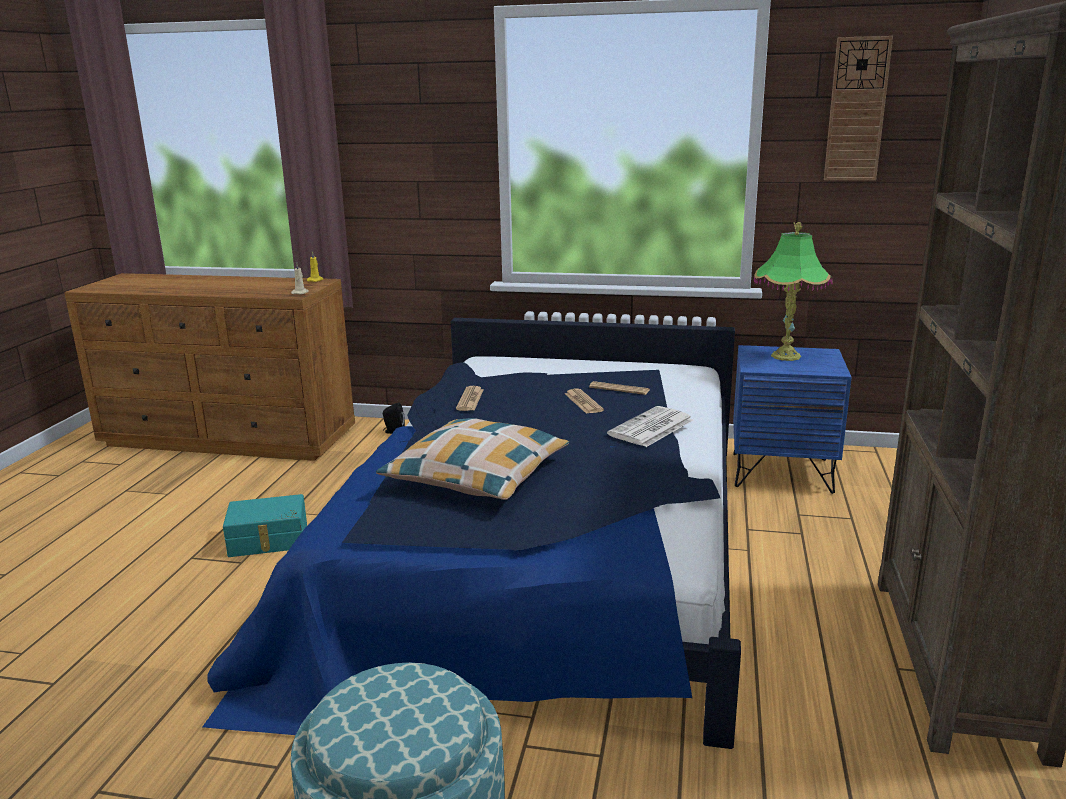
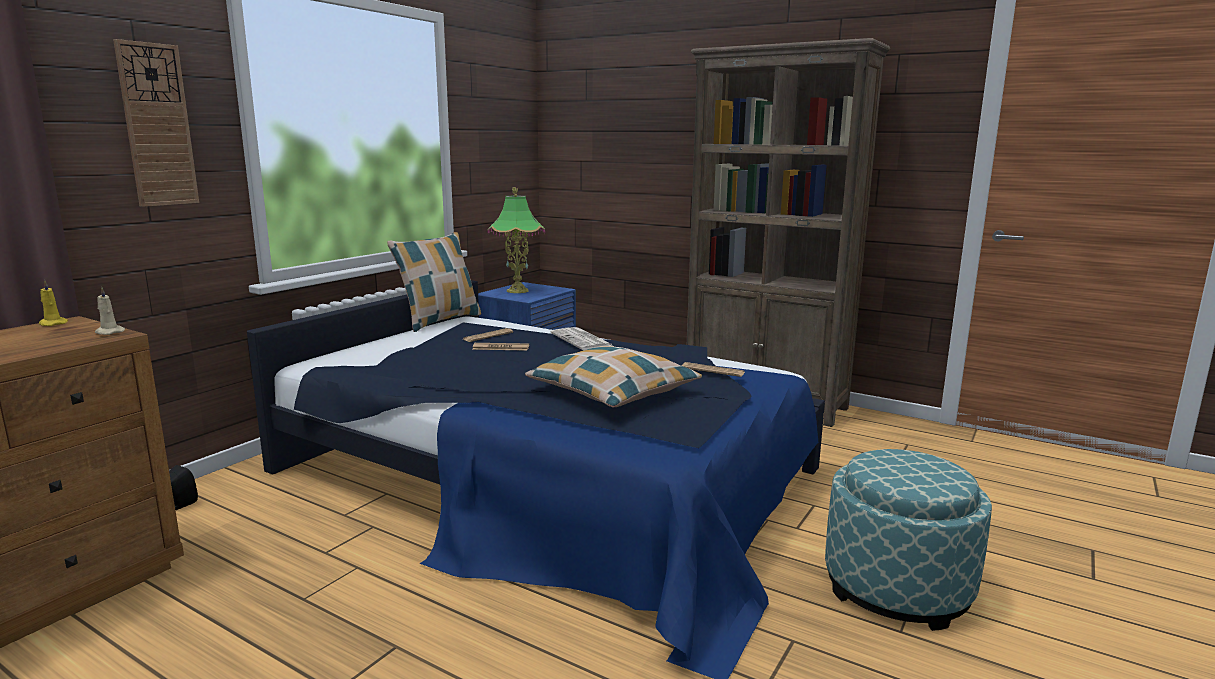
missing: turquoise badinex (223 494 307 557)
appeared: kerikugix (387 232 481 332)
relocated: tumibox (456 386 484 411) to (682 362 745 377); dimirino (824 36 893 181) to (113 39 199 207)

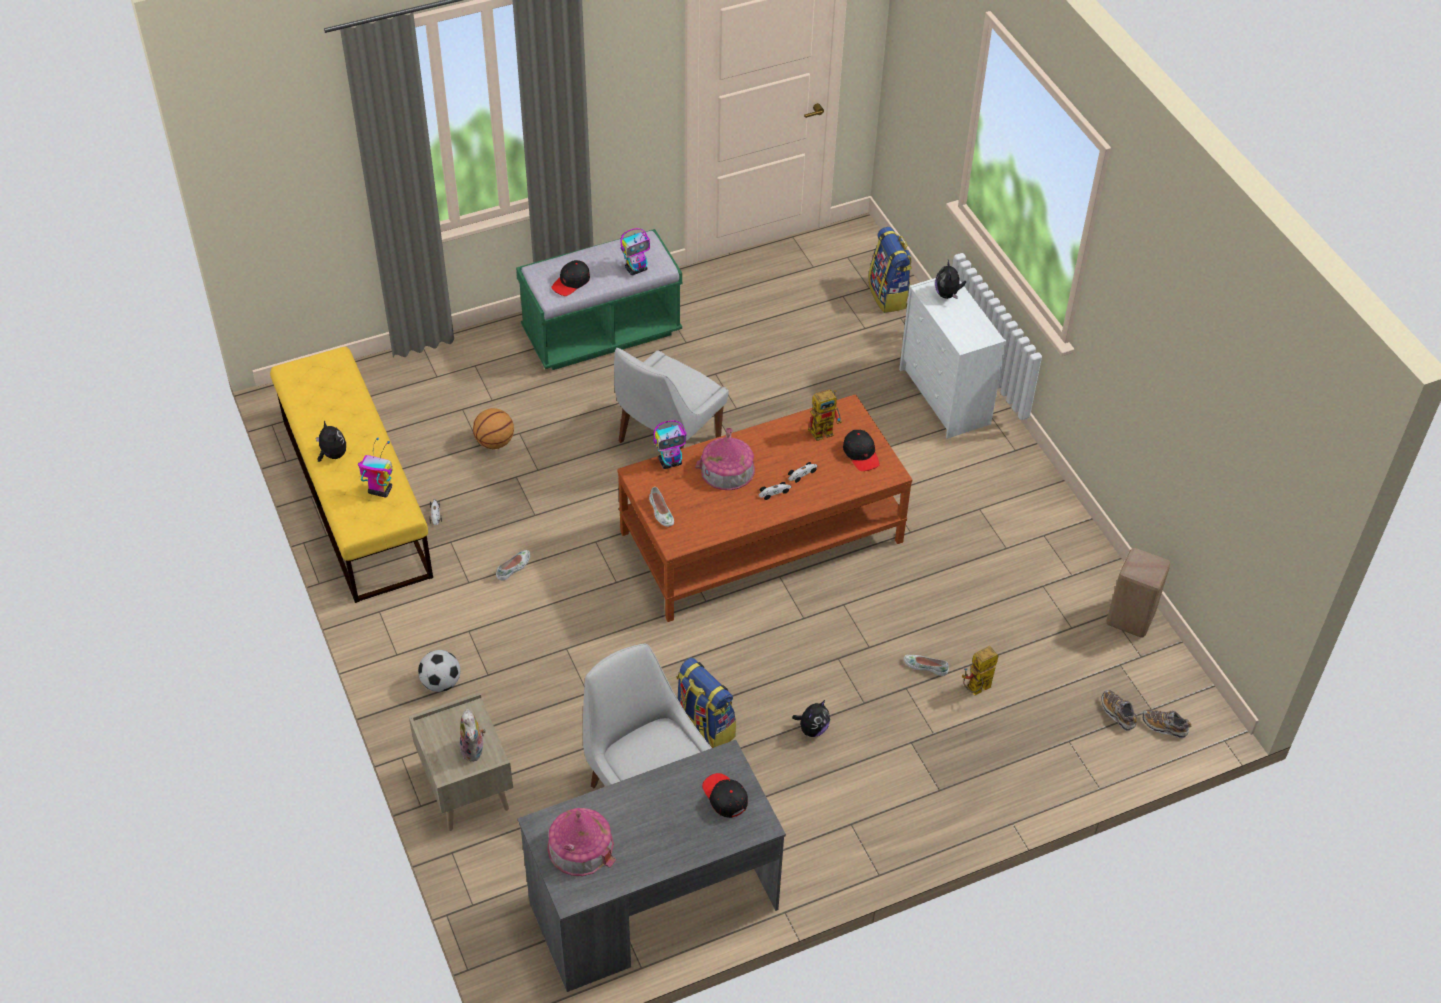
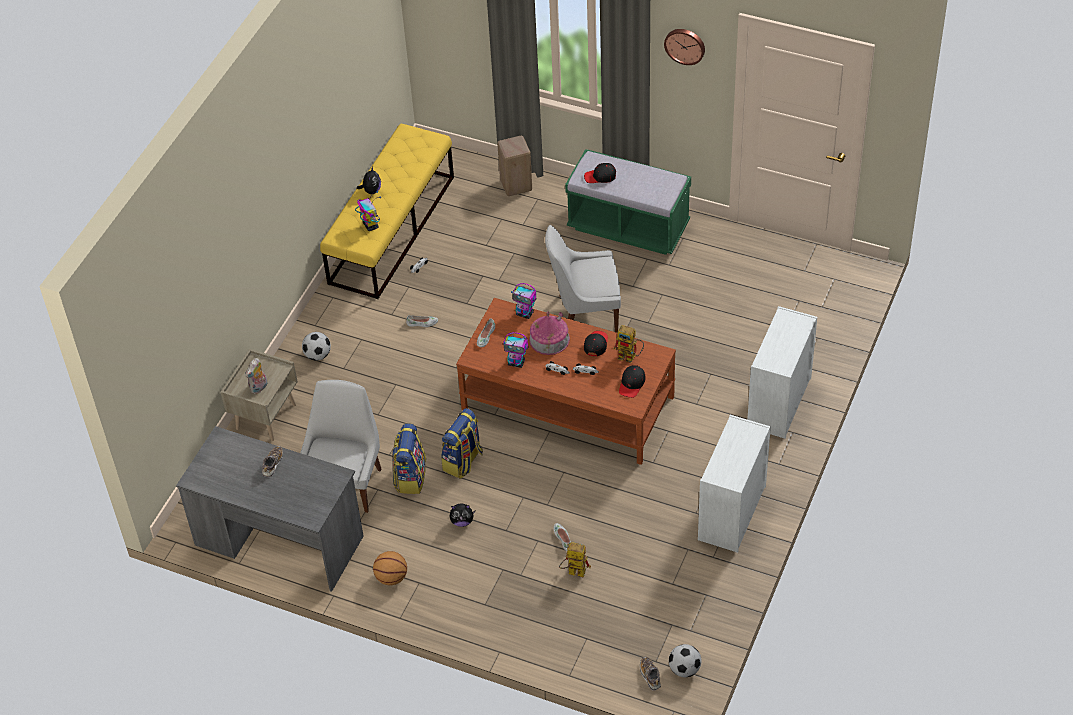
missing: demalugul (547 808 616 876); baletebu (935 260 966 299)
appeared: dimirino (664 29 705 65); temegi (669 644 701 677); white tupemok (698 415 771 553)
relocated: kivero (473 408 514 449) to (373 551 407 586); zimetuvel (620 228 650 275) to (503 332 528 368); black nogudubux (702 773 748 818) to (584 331 608 356); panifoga (868 227 912 313) to (441 408 483 479); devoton (1102 690 1137 731) to (262 446 283 477); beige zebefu (1106 548 1170 638) to (497 136 532 196)

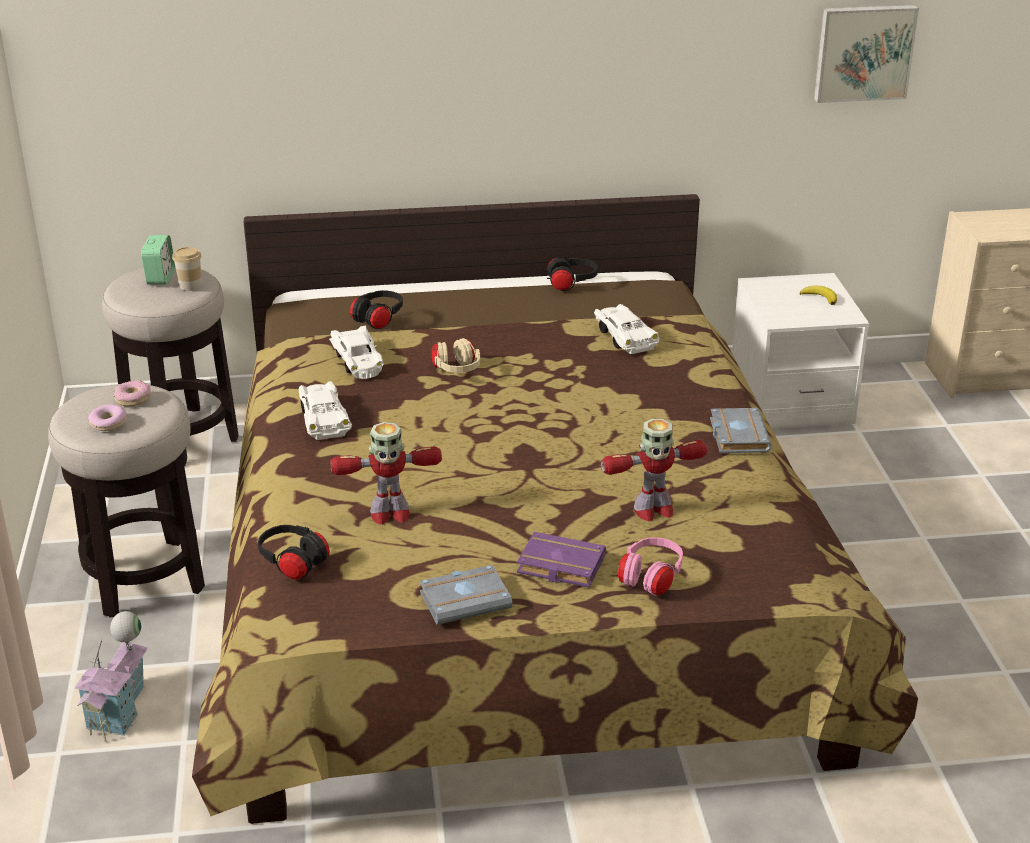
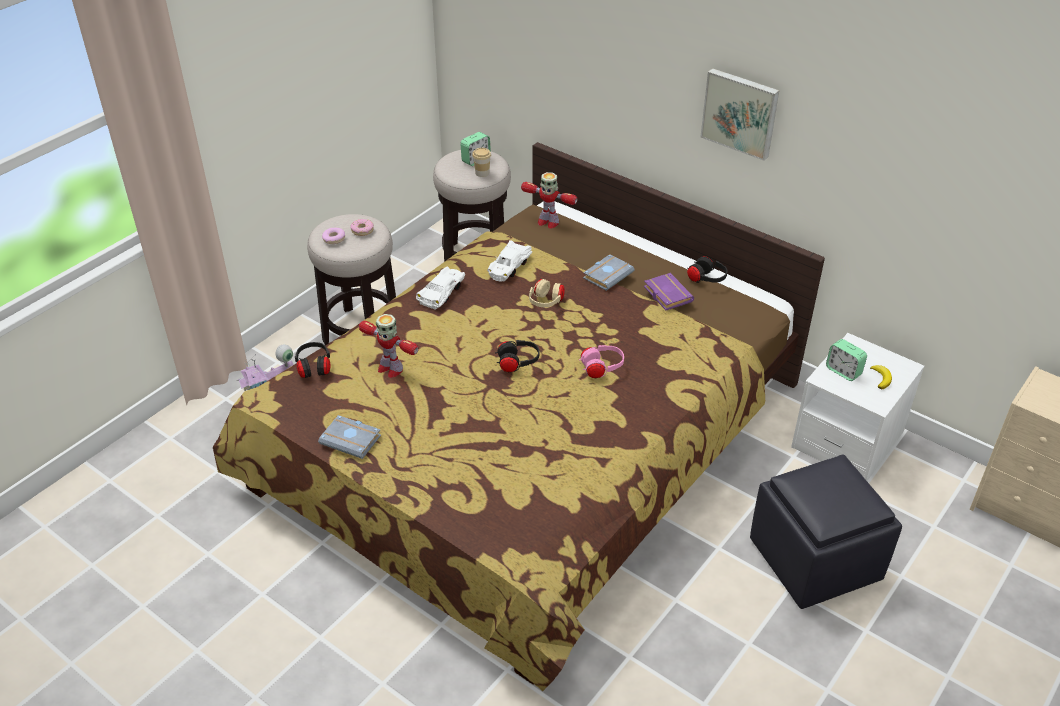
missing: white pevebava (594 304 660 354)
appeared: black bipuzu (750 454 902 609); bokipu (826 339 867 381)
relocated: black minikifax (350 290 403 329) to (495 340 540 372); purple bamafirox (517 532 606 588) to (644 273 694 310); zimetuvel (601 419 707 521) to (521 172 578 229); pink minikifax (618 537 683 595) to (579 345 624 378); grey bamafirox (710 408 772 453) to (583 254 634 291); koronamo (814 5 919 103) to (701 68 779 161)

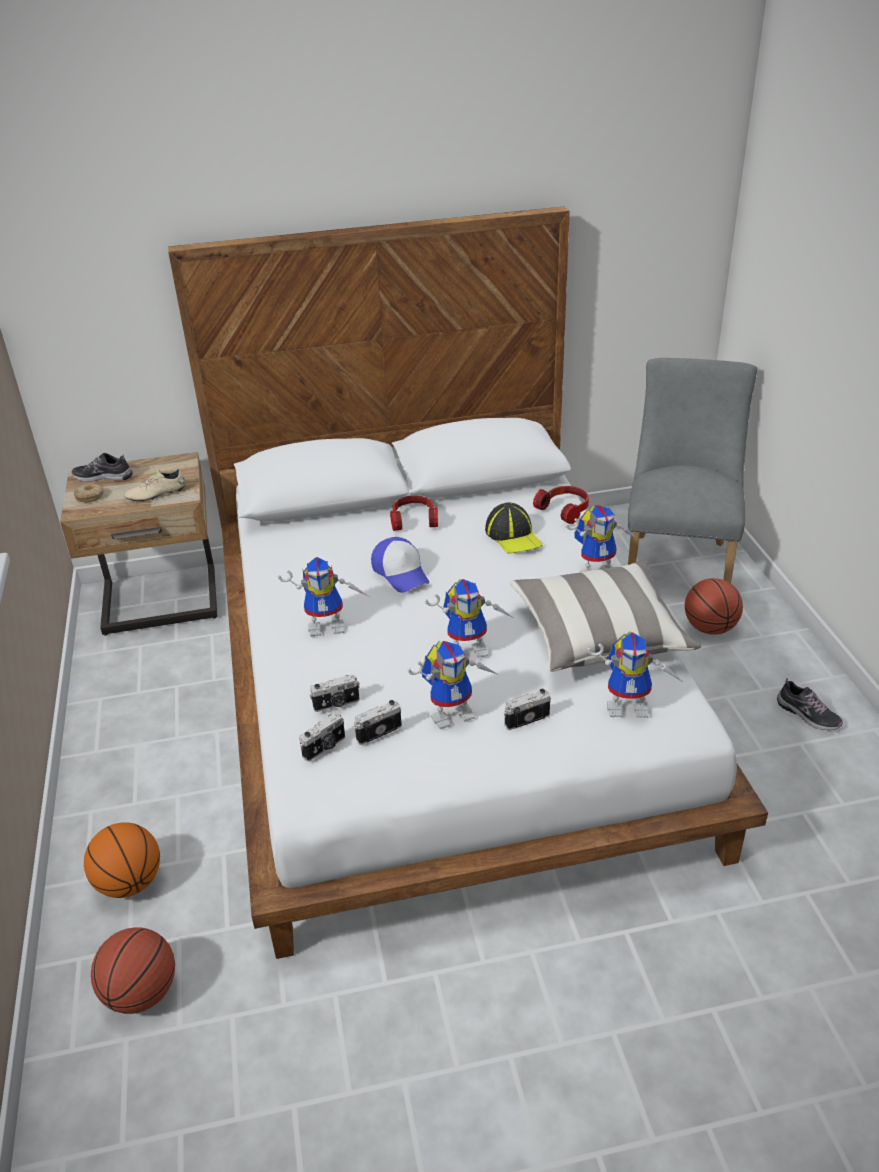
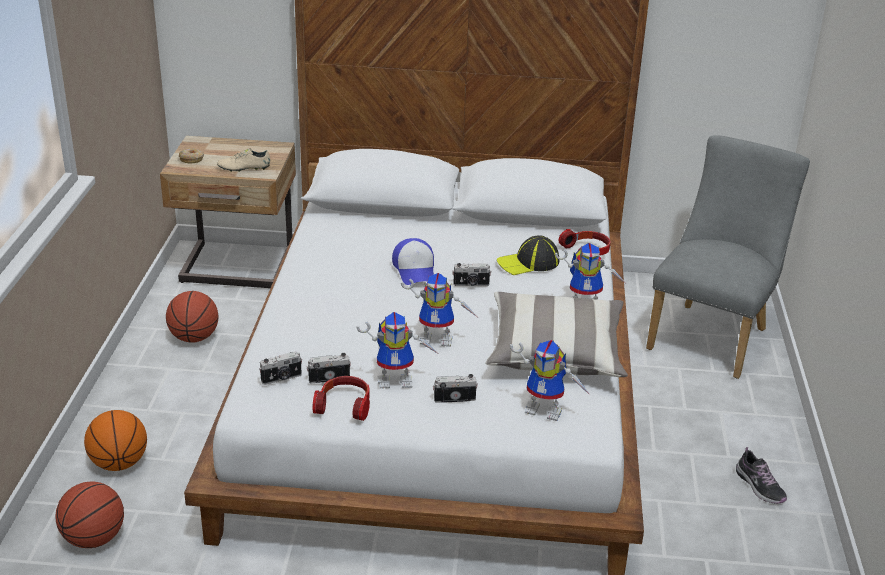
missing: devoton (71 453 133 482); zimetuvel (278 557 368 637)
relocated: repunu (310 674 360 712) to (452 263 491 286); minikifax (390 495 438 531) to (313 376 370 421); kivero (685 578 743 635) to (166 291 219 343)
spun: nogudubux (485 503 543 553) = (497 235 559 275) 75 degrees clockwise

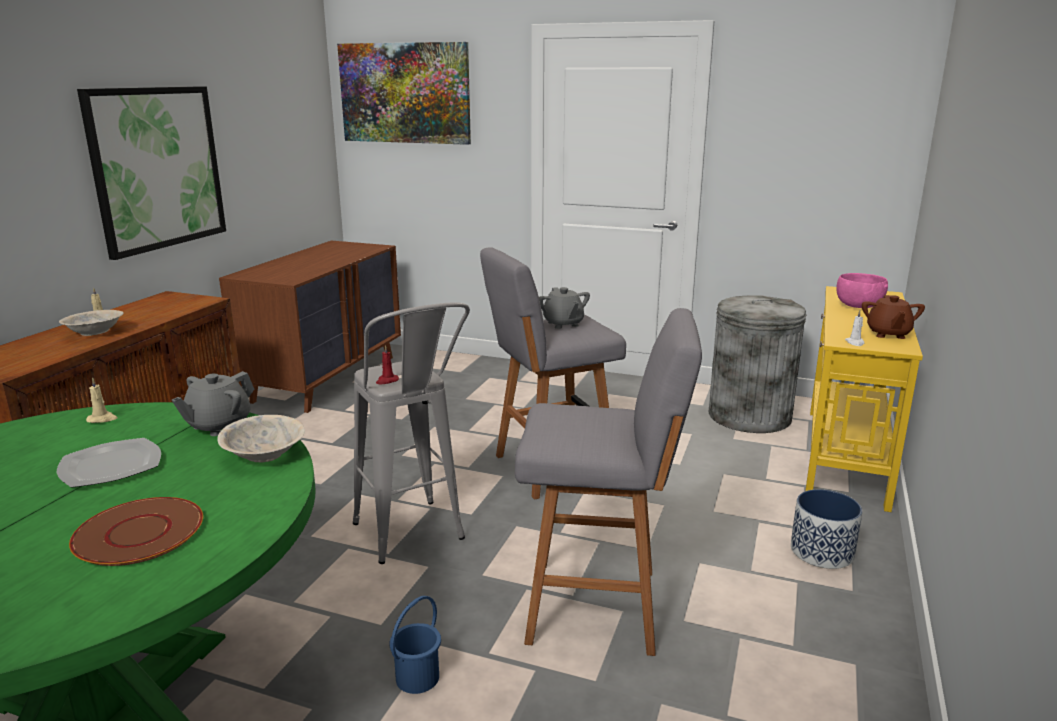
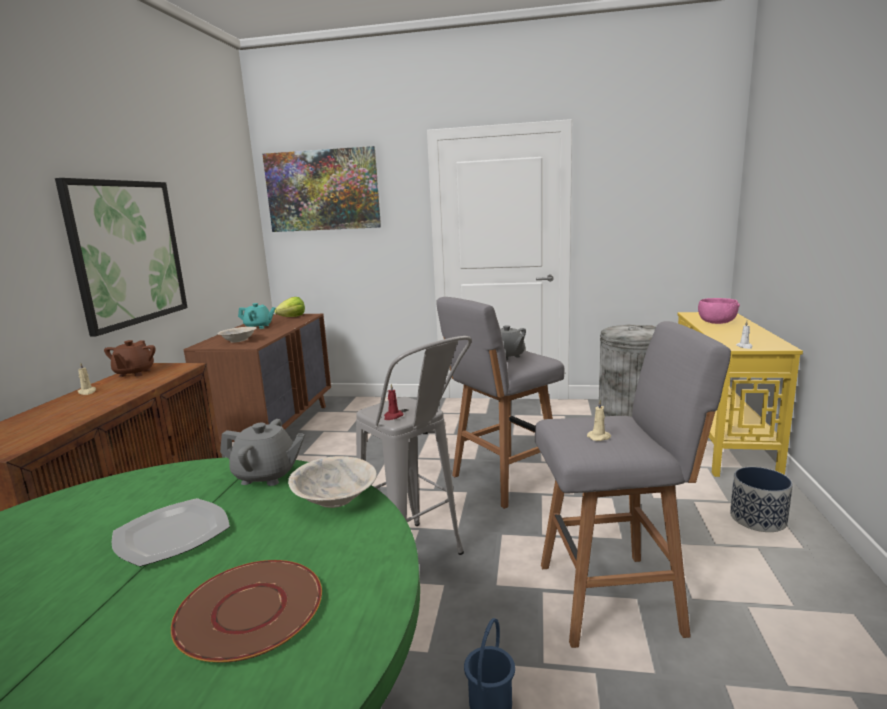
appeared: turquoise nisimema (238 303 276 329); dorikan (275 297 305 317)
relocated: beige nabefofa (59 310 124 336) to (217 327 257 343); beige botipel (86 378 118 423) to (587 400 611 441); brown nisimema (862 295 925 339) to (104 340 156 377)
spun: grey nisimema (172 371 255 436) = (220 419 305 486) 105 degrees counterclockwise

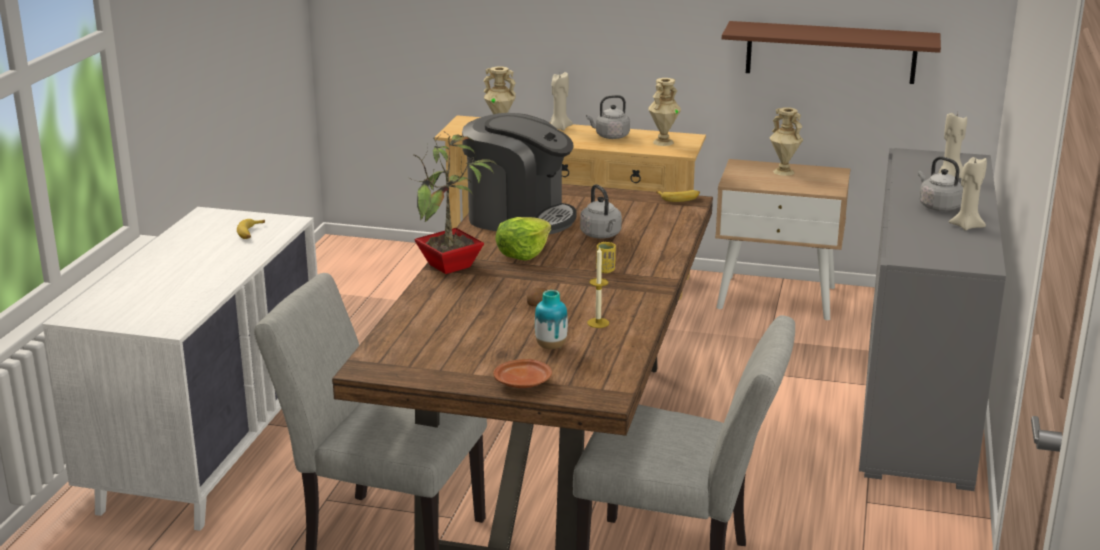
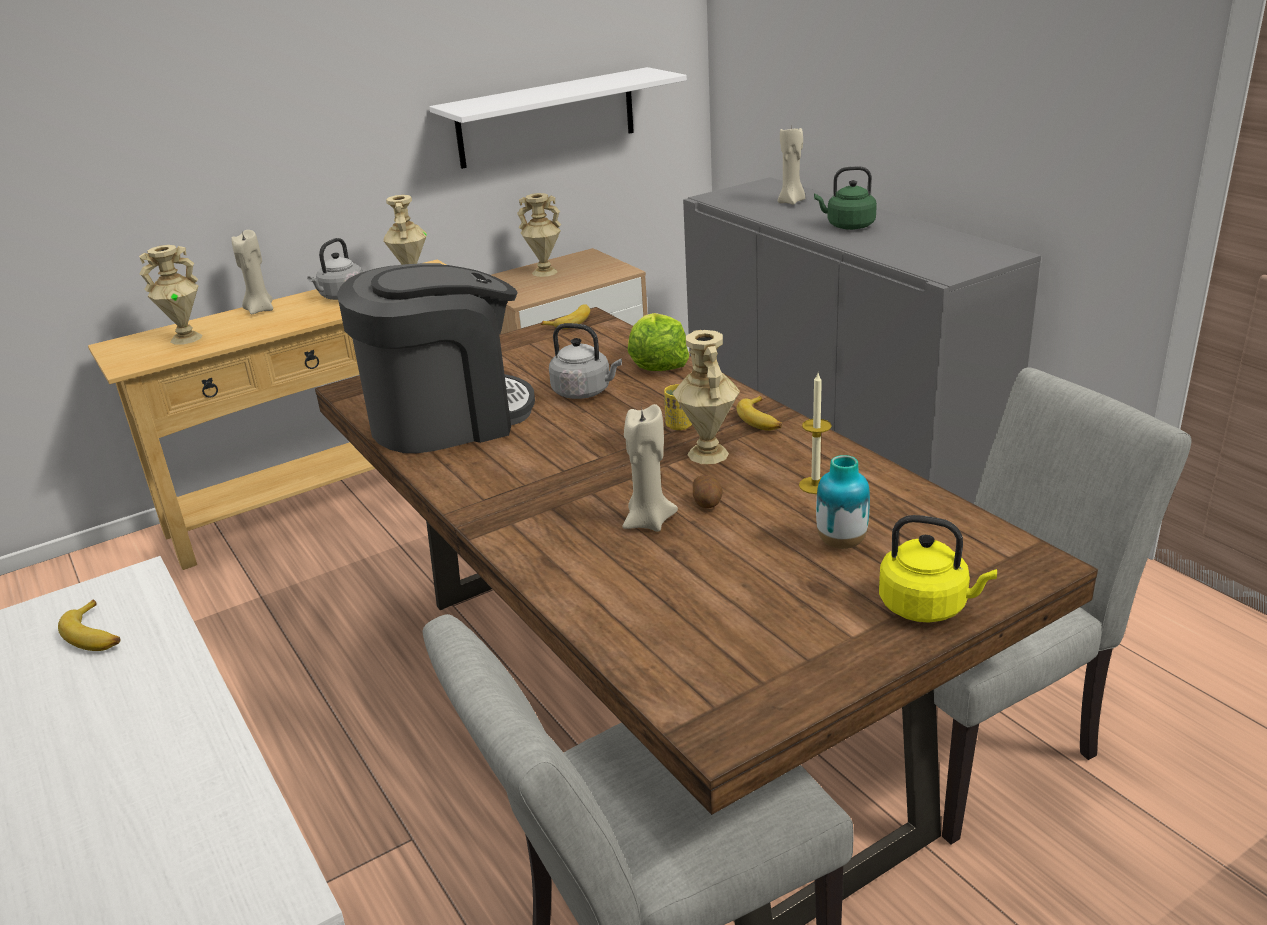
missing: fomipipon (409 131 497 274)
appeared: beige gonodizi (673 330 740 464); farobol (737 396 782 431)
relocated: dorikan (495 217 551 261) to (628 313 689 371); beige botipel (949 157 987 231) to (622 404 678 532)
exchanged: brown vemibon (493 359 552 388) to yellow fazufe (879 515 997 623)
colour: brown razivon (722 21 941 84) to white razivon (429 67 687 169); grey fazufe (918 156 963 211) to green fazufe (814 166 877 230)

